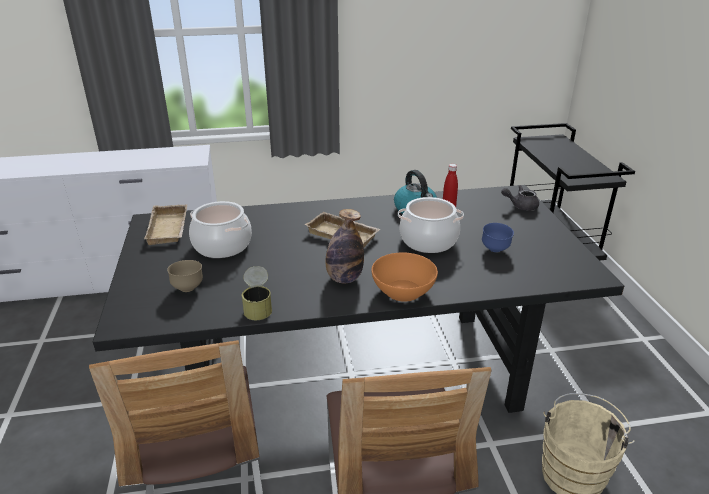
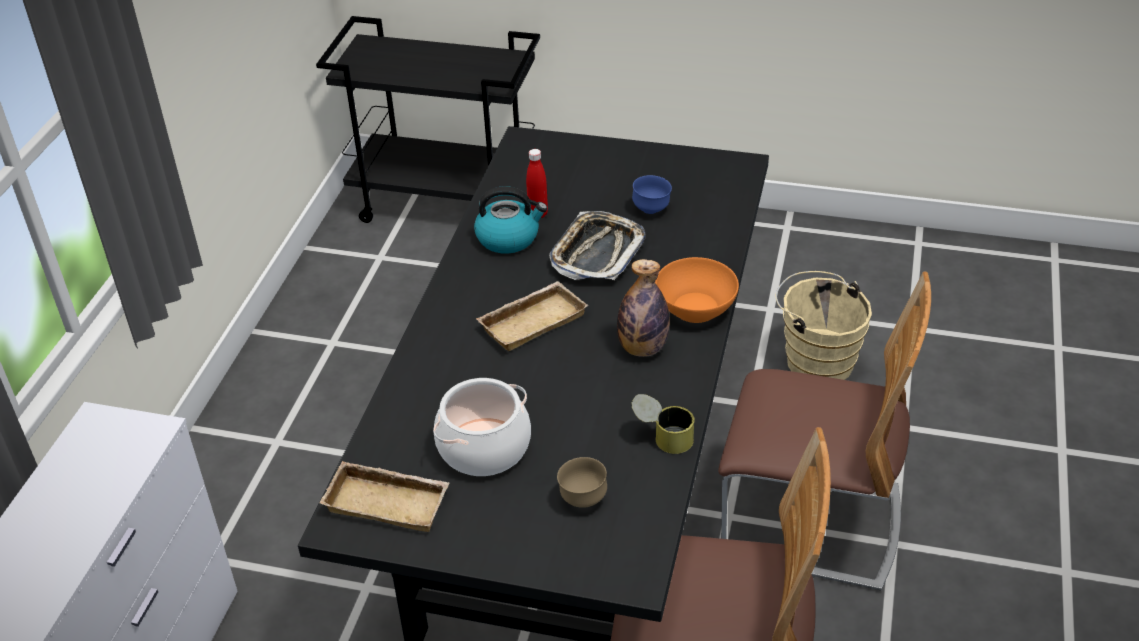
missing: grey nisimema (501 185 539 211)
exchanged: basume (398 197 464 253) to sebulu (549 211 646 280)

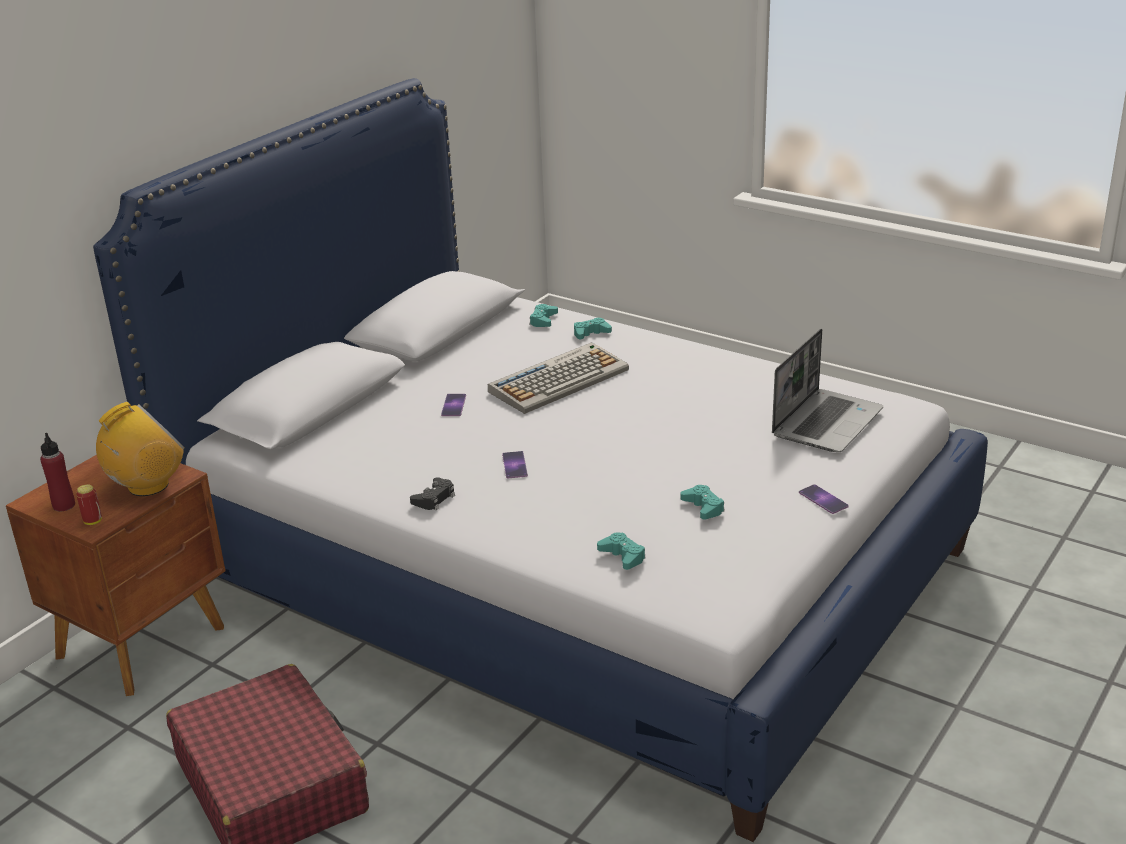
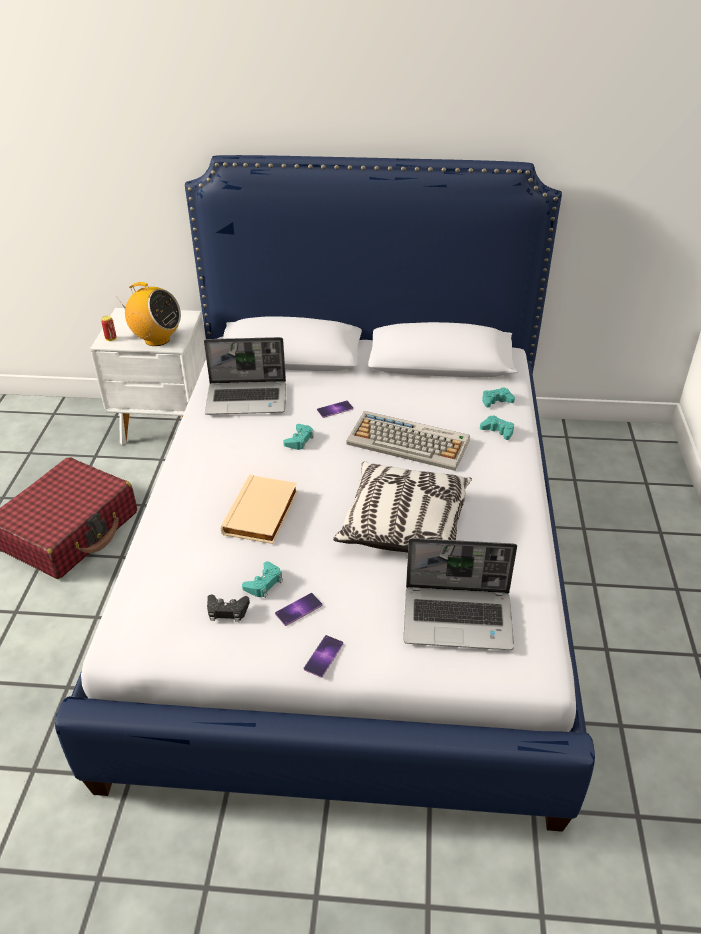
missing: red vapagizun (40 433 75 512)
appeared: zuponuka (204 337 286 415); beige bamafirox (221 474 298 544); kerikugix (333 461 472 553)
relocated: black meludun (410 477 455 510) to (207 594 250 622); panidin (502 451 528 478) to (275 593 322 626); turquoise meludun (597 532 646 570) to (283 424 314 450)
colour: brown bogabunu (6 455 226 696) to white bogabunu (90 308 206 445)

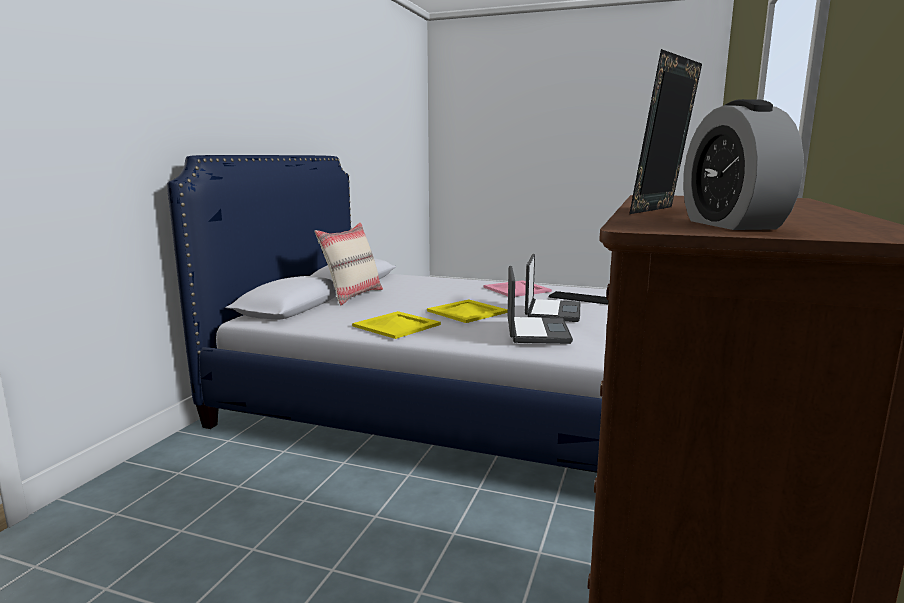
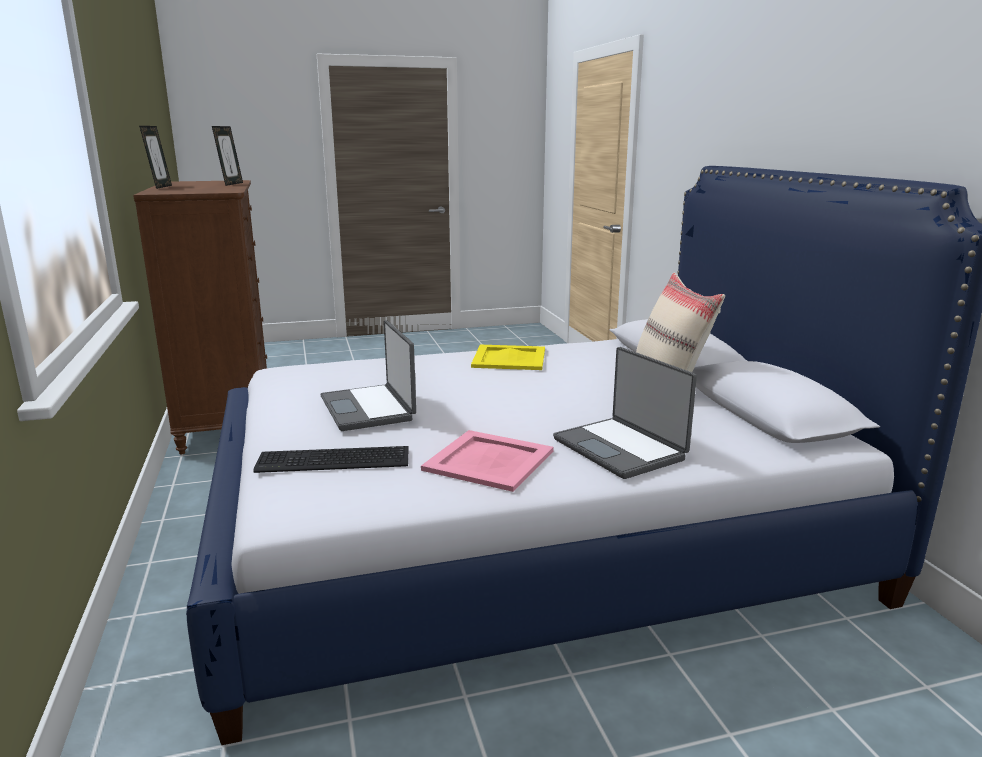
missing: yellow sebulu (427 299 508 323); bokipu (683 99 804 230)
appeared: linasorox (139 126 172 189)
relocated: zuponuka (508 266 573 344) to (553 347 697 479)

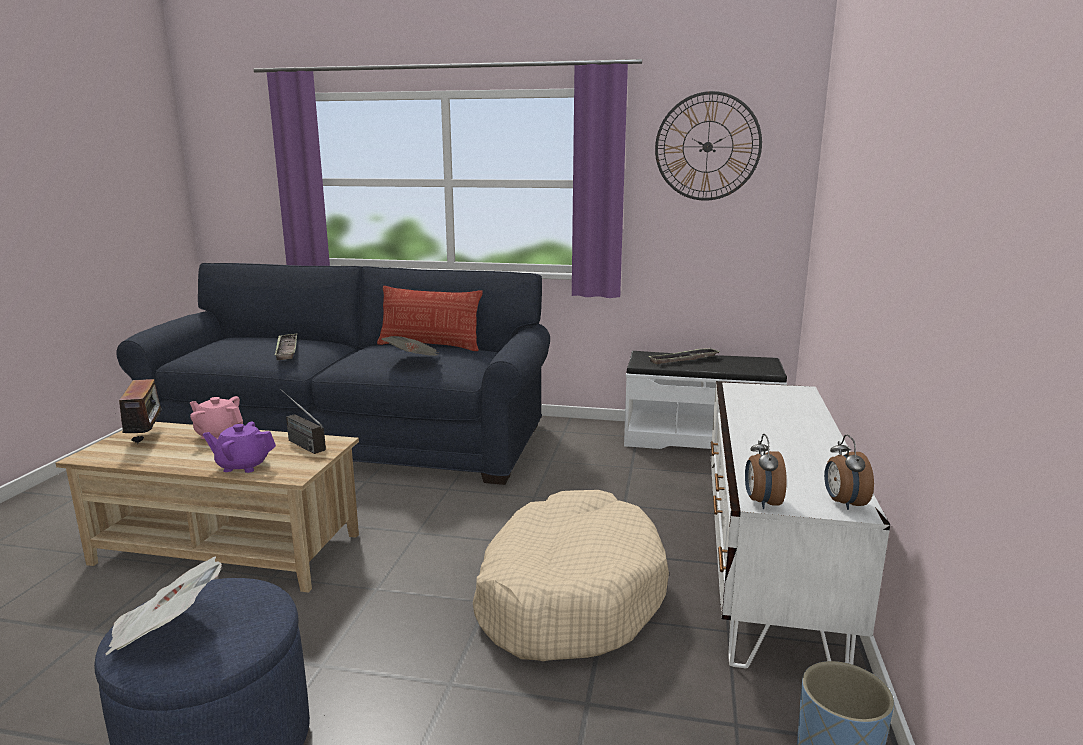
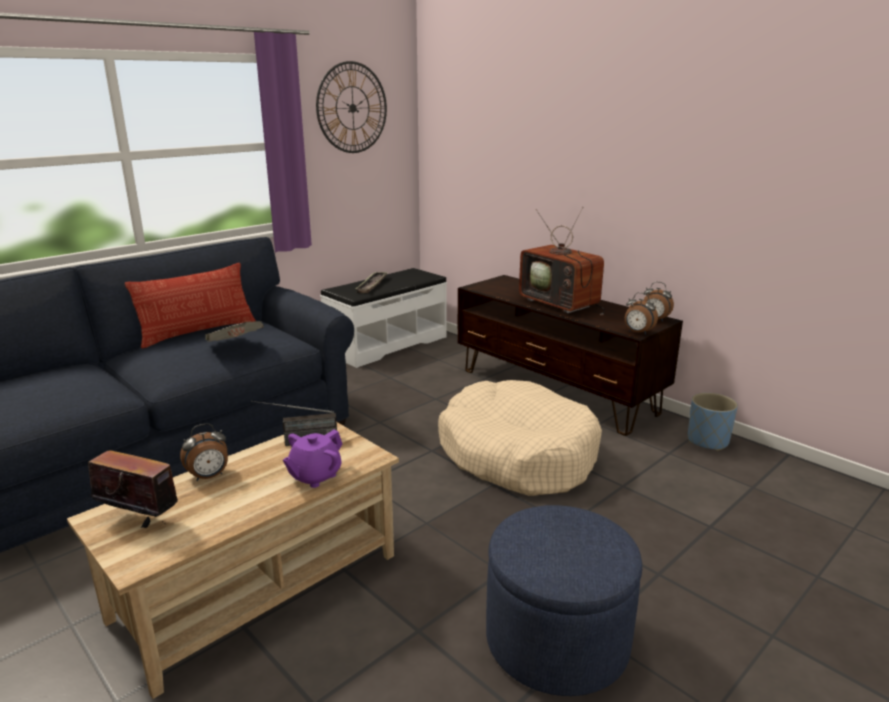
missing: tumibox (105 557 222 656); sebulu (275 334 297 360)
appeared: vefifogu (519 207 605 315)
exchanged: pink nisimema (190 396 243 440) to bokipu (180 423 228 481)
colour: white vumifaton (710 381 890 668) to brown vumifaton (457 275 683 436)

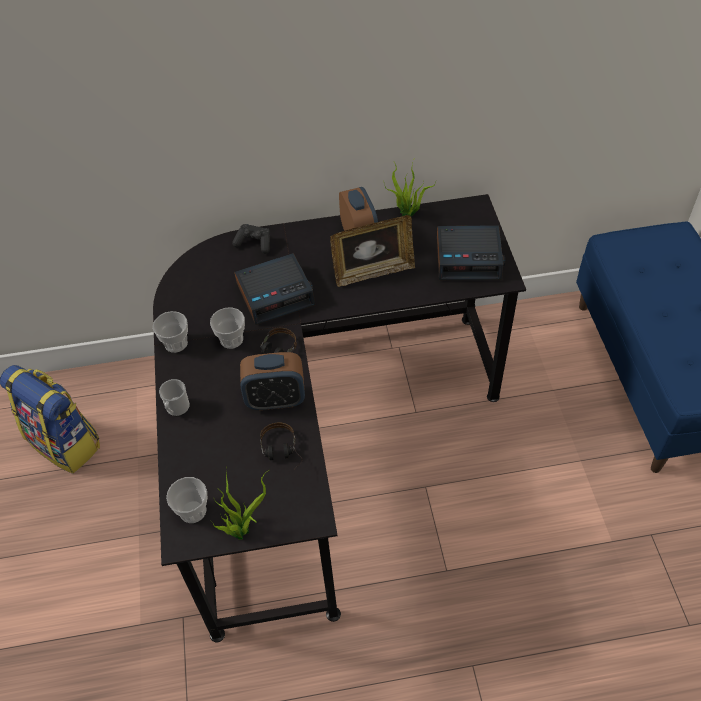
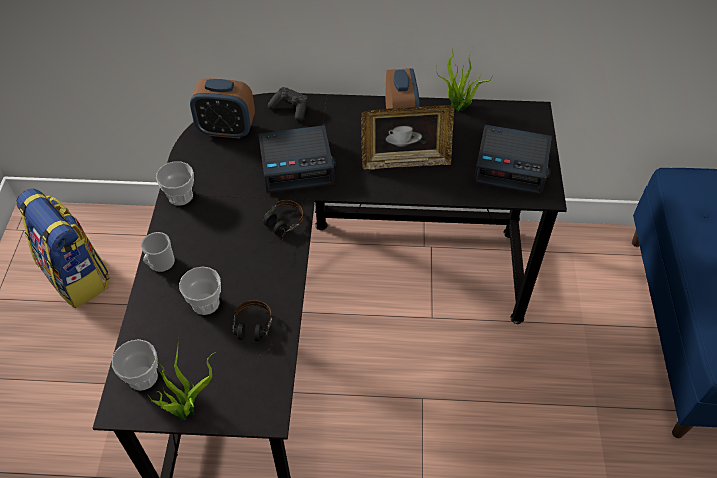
relocated: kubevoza (210 308 245 349) to (179 266 221 315); bokipu (240 352 305 410) to (190 78 255 138)

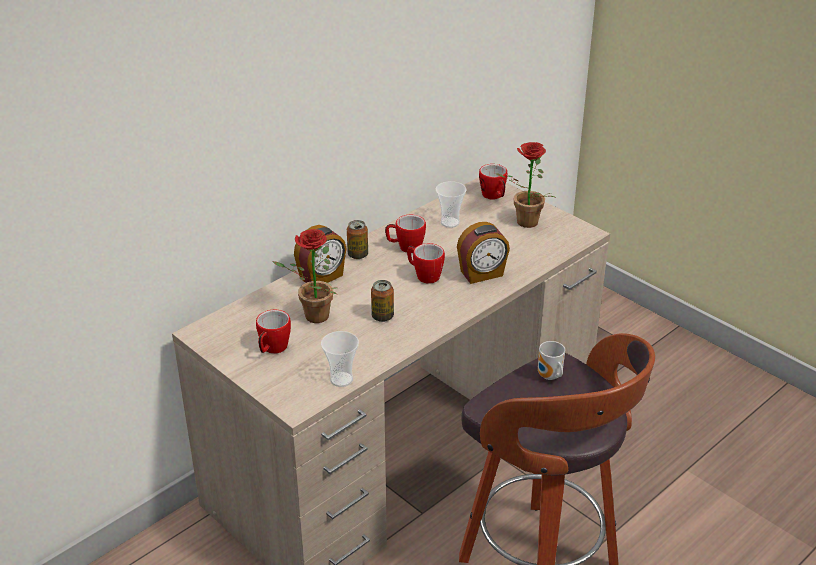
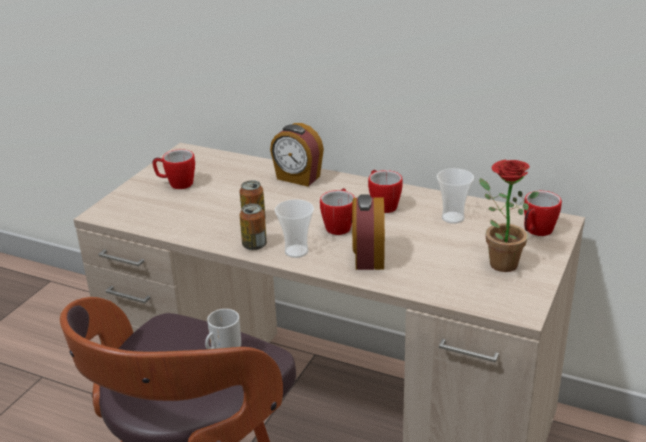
missing: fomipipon (272 229 337 323)
relocated: kubevoza (321 331 359 387) to (275 199 314 258); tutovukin (347 220 368 259) to (240 203 267 250)
spun: bokipu (457 222 510 284) = (352 194 385 270) 45 degrees clockwise

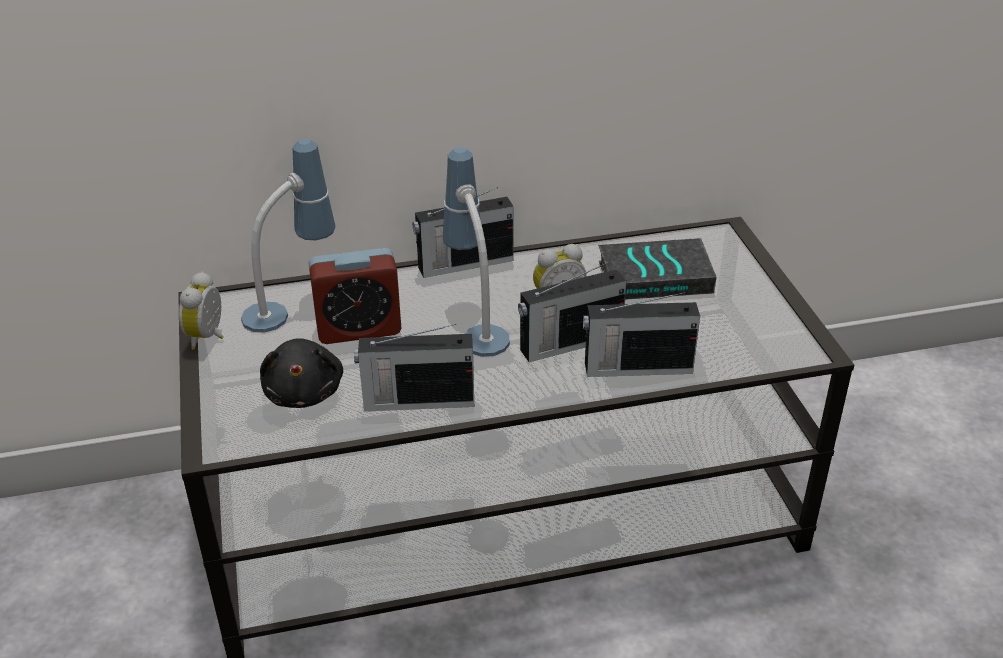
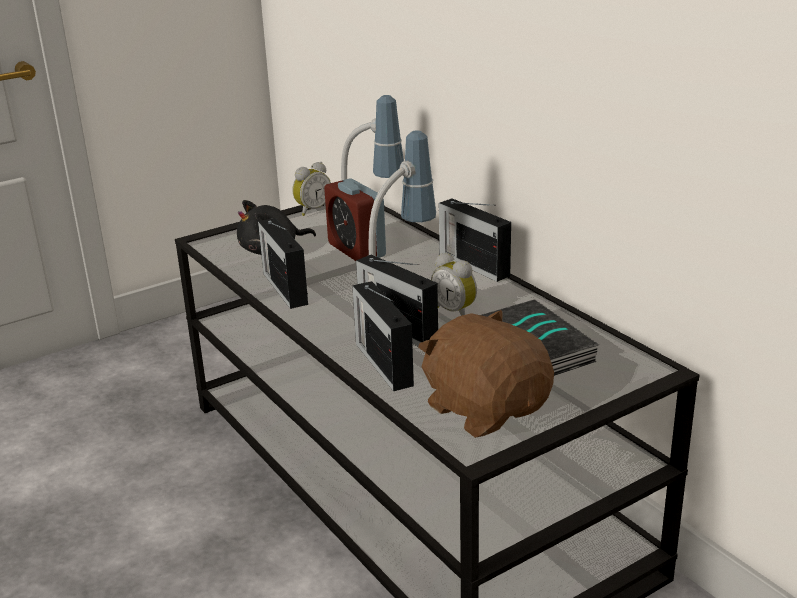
appeared: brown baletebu (418 310 554 438)
spun: bokipu (179 272 224 350) = (293 162 331 216) 150 degrees clockwise

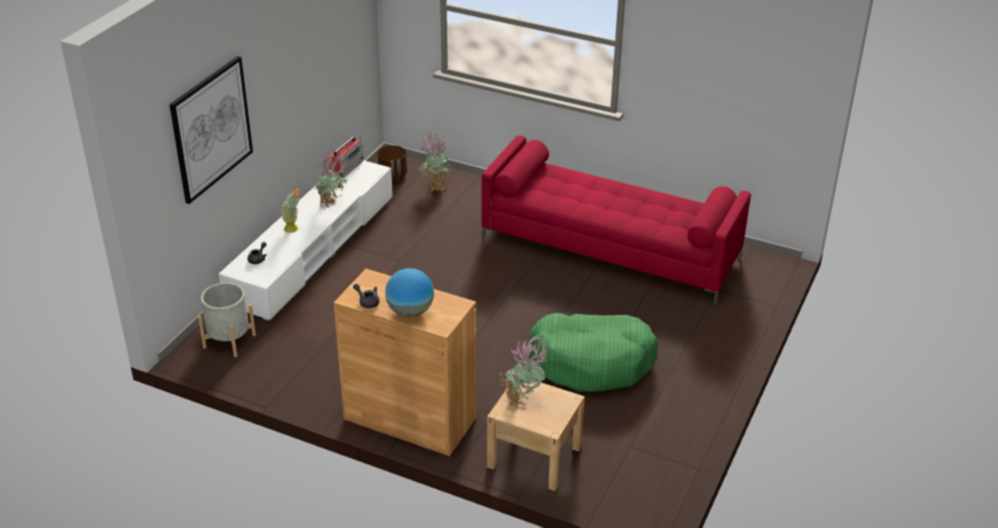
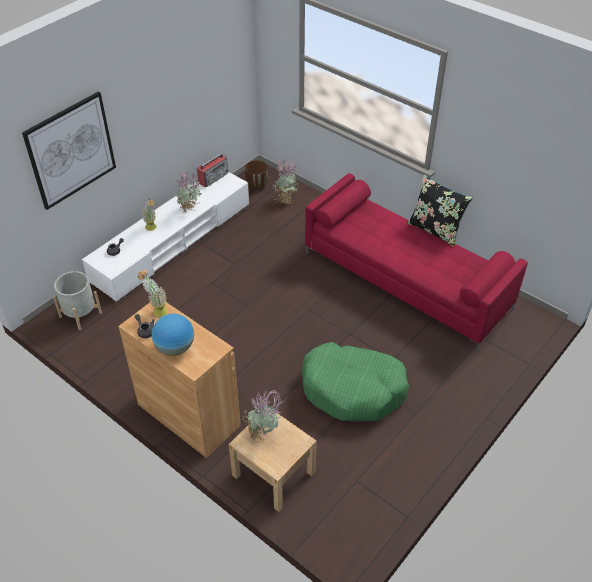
appeared: fomipipon (138 269 168 317); black kerikugix (407 175 473 247)

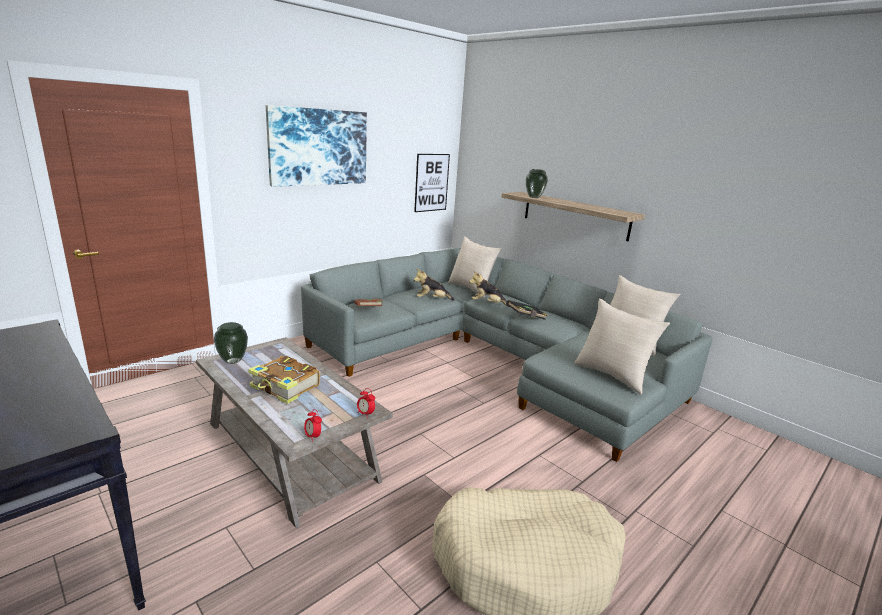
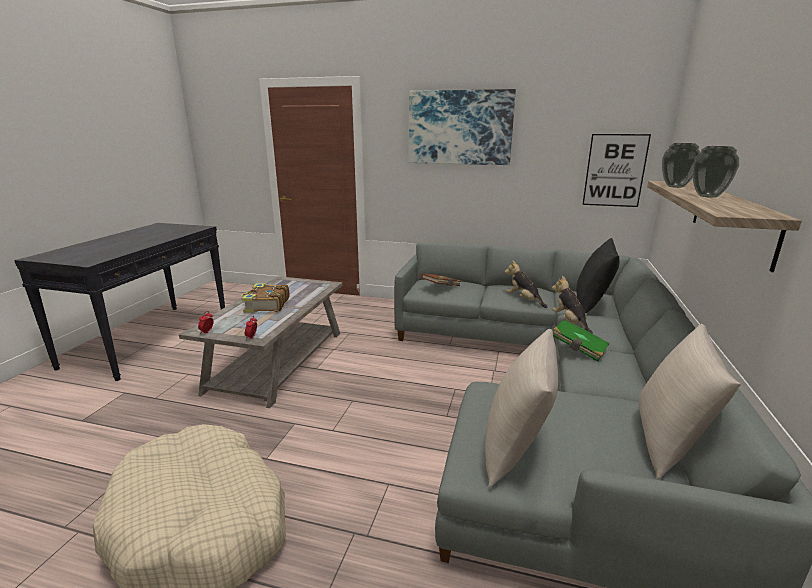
relocated: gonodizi (214 322 248 364) to (692 146 739 198)
colour: beige kerikugix (448 236 502 298) to black kerikugix (576 238 620 313); black bamafirox (506 300 547 320) to green bamafirox (553 319 609 362)

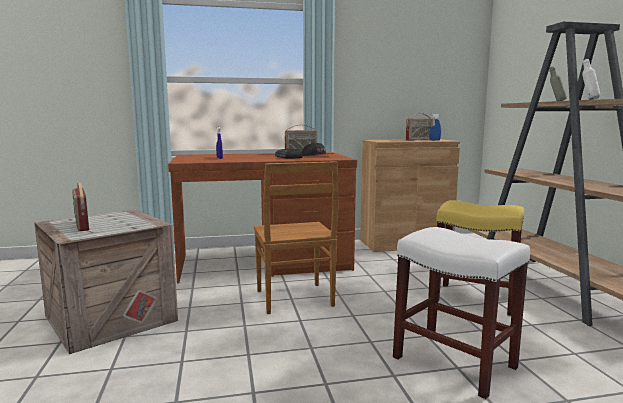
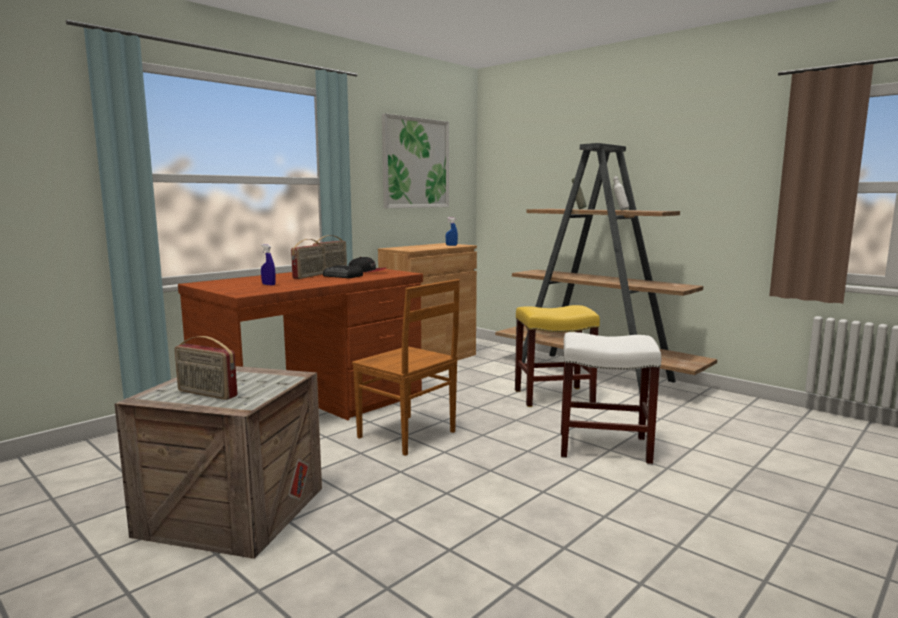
appeared: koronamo (382 113 449 208)
relocated: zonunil (406 113 433 141) to (291 239 326 279)

